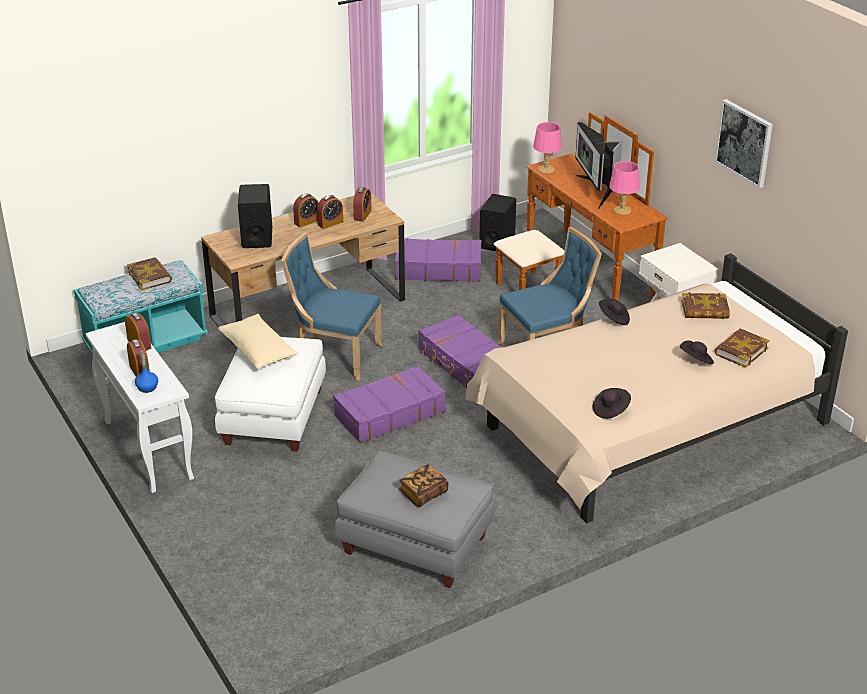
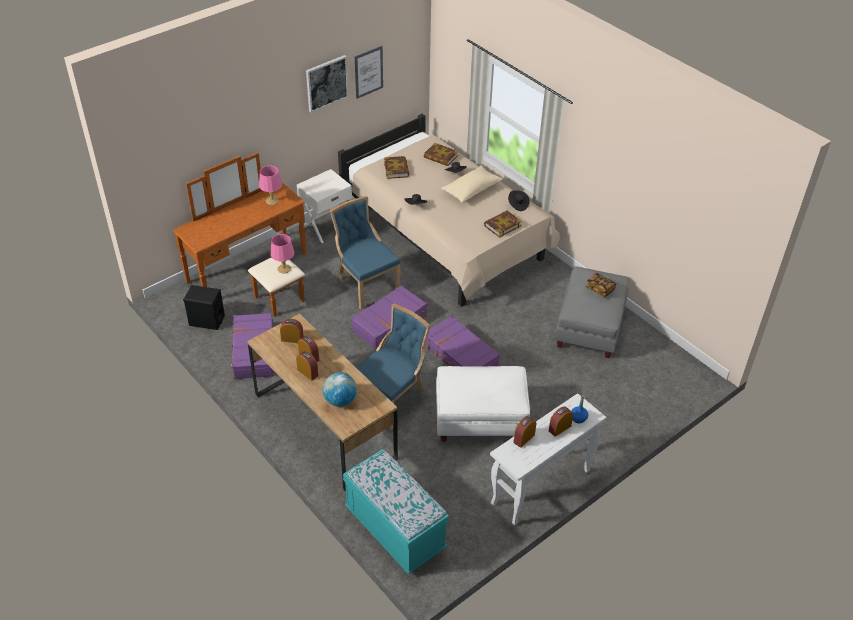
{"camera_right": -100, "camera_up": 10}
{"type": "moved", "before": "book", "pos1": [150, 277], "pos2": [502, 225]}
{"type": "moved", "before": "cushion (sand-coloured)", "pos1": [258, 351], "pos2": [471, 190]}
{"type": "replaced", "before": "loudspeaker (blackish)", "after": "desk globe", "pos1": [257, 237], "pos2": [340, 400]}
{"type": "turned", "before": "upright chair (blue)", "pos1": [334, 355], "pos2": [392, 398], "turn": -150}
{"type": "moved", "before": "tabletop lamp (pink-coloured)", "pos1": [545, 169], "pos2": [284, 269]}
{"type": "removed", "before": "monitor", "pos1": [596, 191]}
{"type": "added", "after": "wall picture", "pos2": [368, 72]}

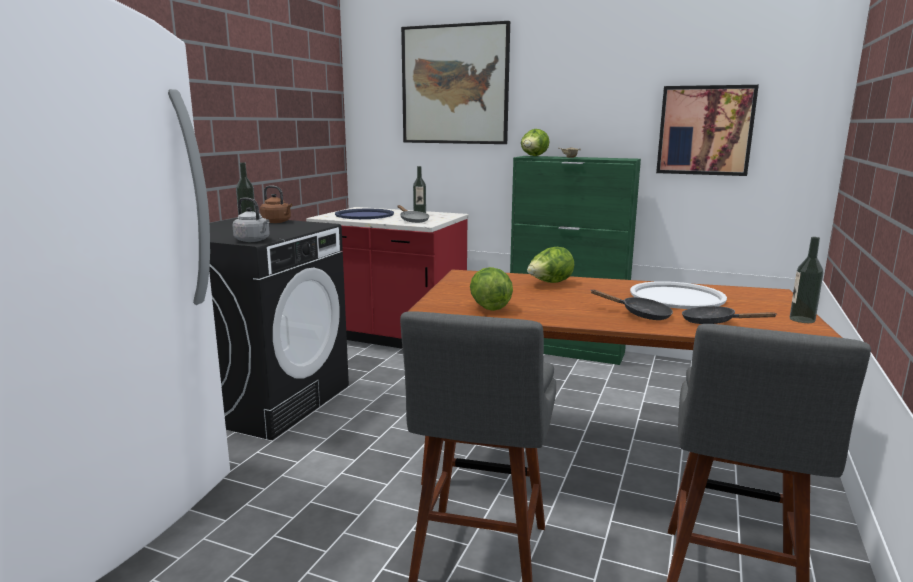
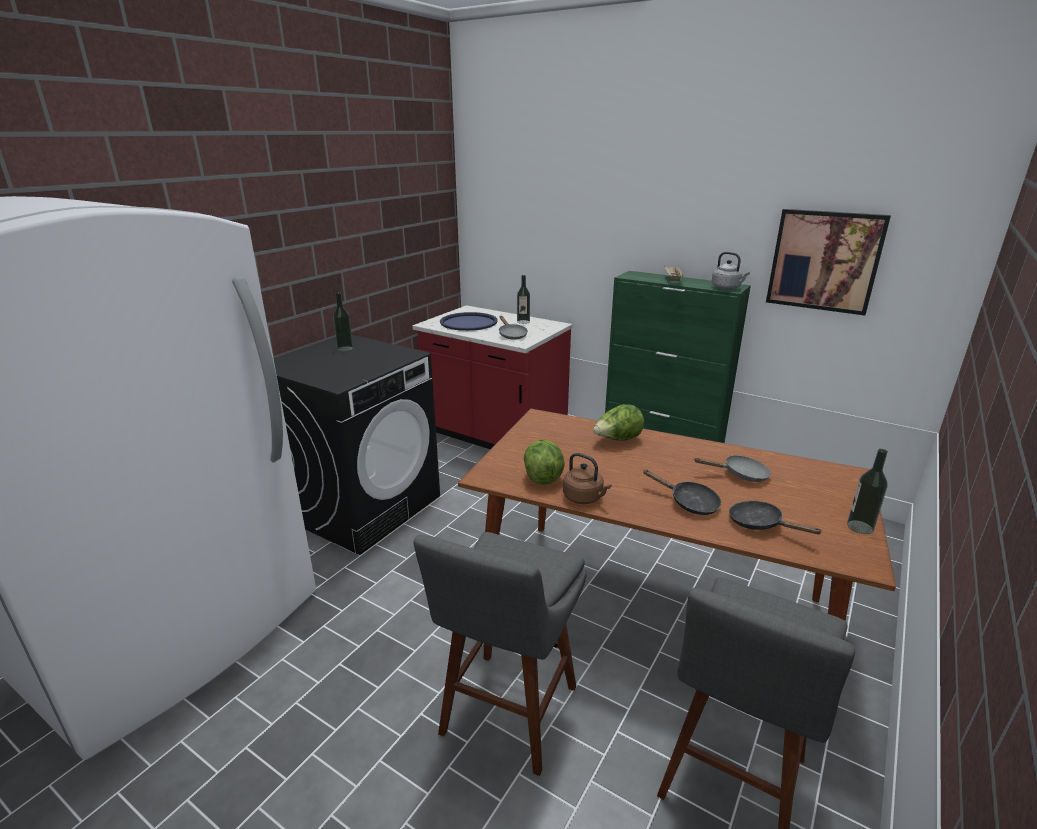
{"camera_right": 10, "camera_up": 10}
{"type": "moved", "before": "water kettle (gray)", "pos1": [253, 240], "pos2": [727, 288]}
{"type": "moved", "before": "water kettle (brown)", "pos1": [277, 222], "pos2": [584, 498]}
{"type": "removed", "before": "wall picture", "pos1": [455, 85]}
{"type": "removed", "before": "lettuce head", "pos1": [534, 156]}
{"type": "replaced", "before": "serving tray (white-coloured)", "after": "skillet (gray)", "pos1": [677, 297], "pos2": [740, 474]}

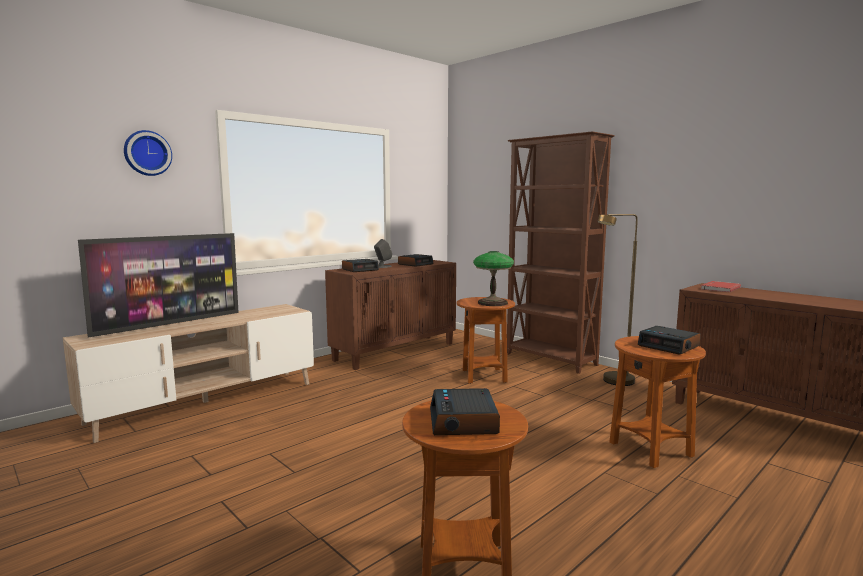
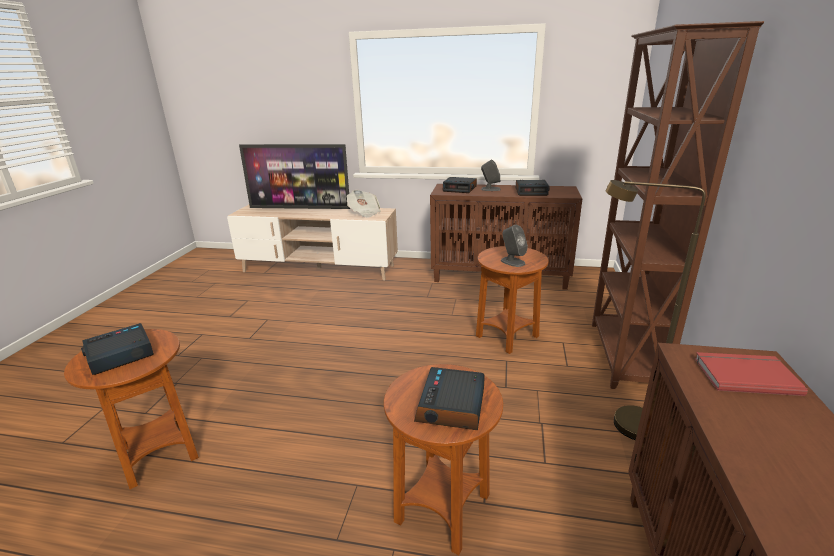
{"camera_right": 55, "camera_up": 15}
{"type": "removed", "before": "hanging clock", "pos1": [147, 153]}
{"type": "replaced", "before": "tabletop lamp", "after": "loudspeaker (gray)", "pos1": [492, 303], "pos2": [512, 262]}
{"type": "added", "after": "newspaper", "pos2": [364, 213]}

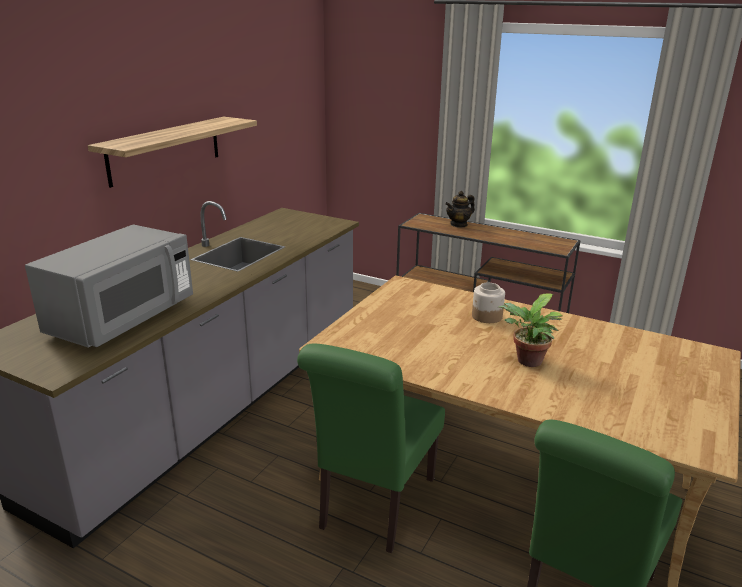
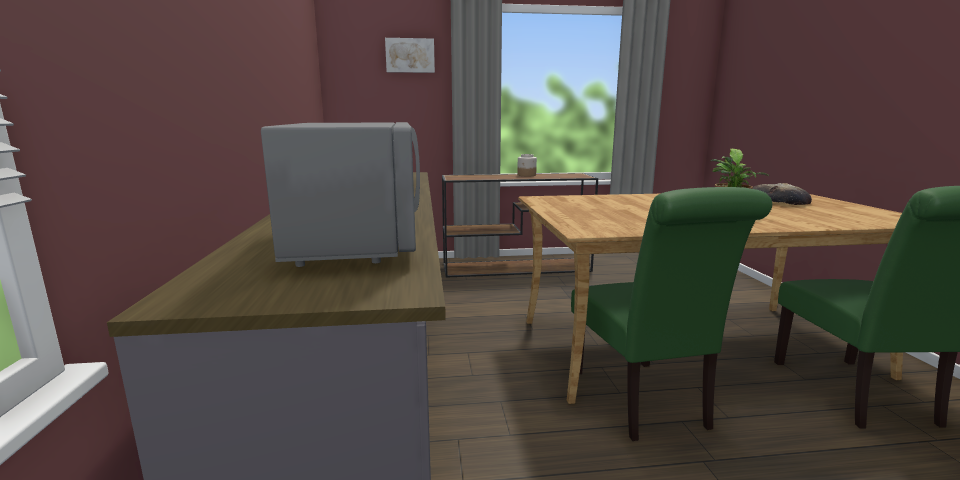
{"camera_right": -35, "camera_up": -10}
{"type": "removed", "before": "bracket shelf", "pos1": [165, 150]}
{"type": "removed", "before": "tea pot", "pos1": [459, 224]}
{"type": "moved", "before": "preserve jar", "pos1": [486, 316], "pos2": [526, 175]}
{"type": "added", "after": "wall picture", "pos2": [410, 55]}
{"type": "added", "after": "bakery bread", "pos2": [776, 201]}

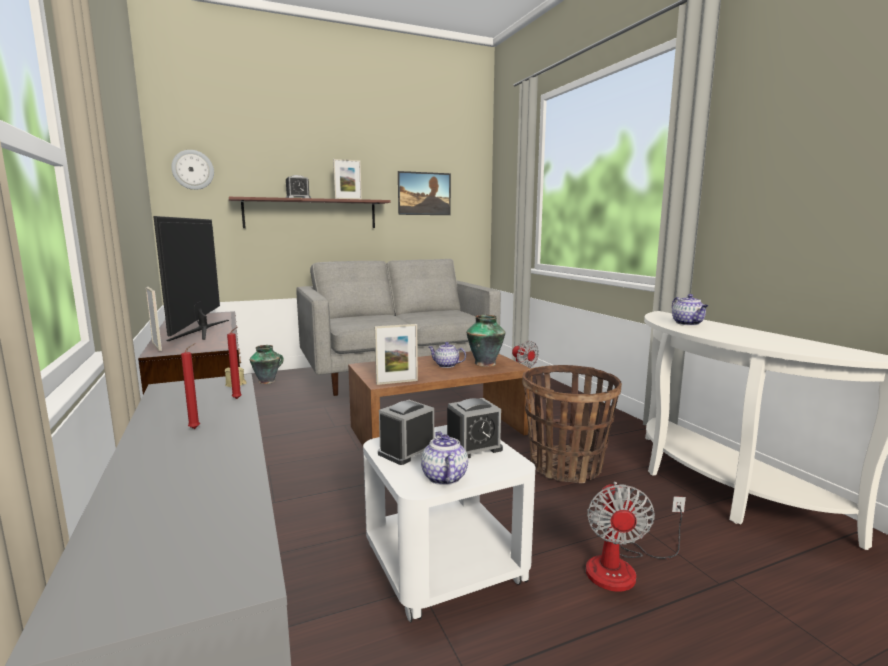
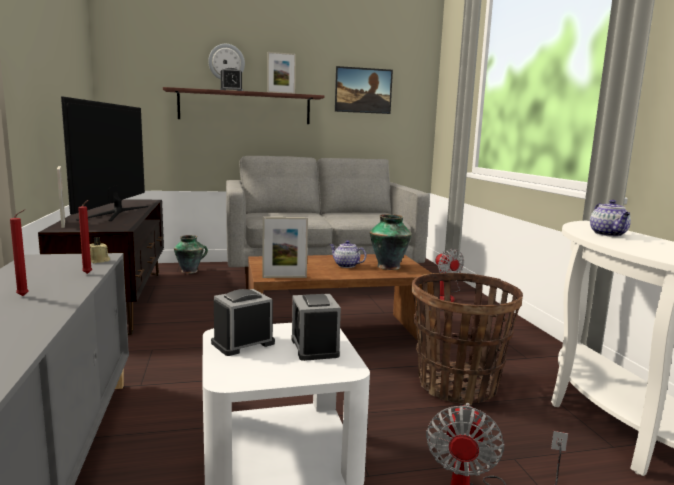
{"camera_right": 10, "camera_up": 0}
{"type": "moved", "before": "hanging clock", "pos1": [193, 170], "pos2": [226, 62]}
{"type": "removed", "before": "tea pot", "pos1": [443, 477]}
{"type": "turned", "before": "table clock", "pos1": [473, 448], "pos2": [314, 347], "turn": 90}

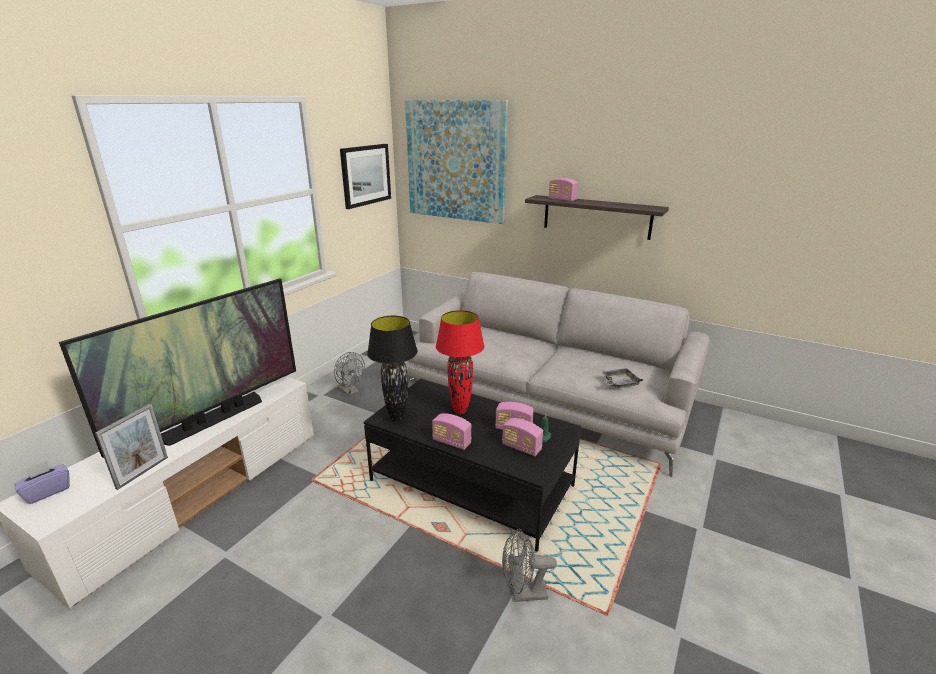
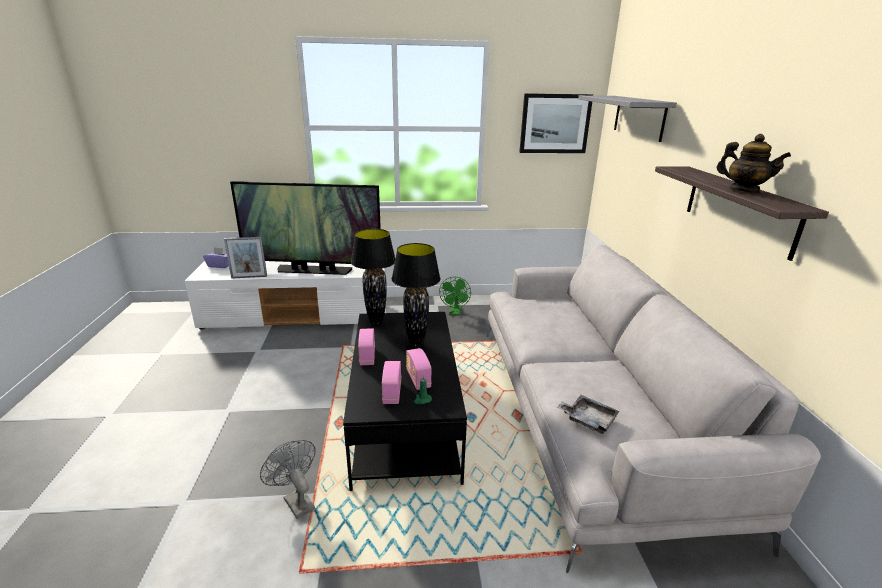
{"camera_right": 55, "camera_up": 0}
{"type": "recoloured", "before": "fan (gray)", "after": "fan (green)", "pos1": [350, 391], "pos2": [455, 313]}
{"type": "replaced", "before": "wall picture", "after": "bracket shelf (gray)", "pos1": [456, 161], "pos2": [639, 117]}
{"type": "recoloured", "before": "tabletop lamp (red-coloured)", "after": "tabletop lamp (blackish)", "pos1": [460, 411], "pos2": [416, 345]}
{"type": "removed", "before": "radio receiver", "pos1": [562, 199]}
{"type": "added", "after": "tea pot", "pos2": [744, 190]}

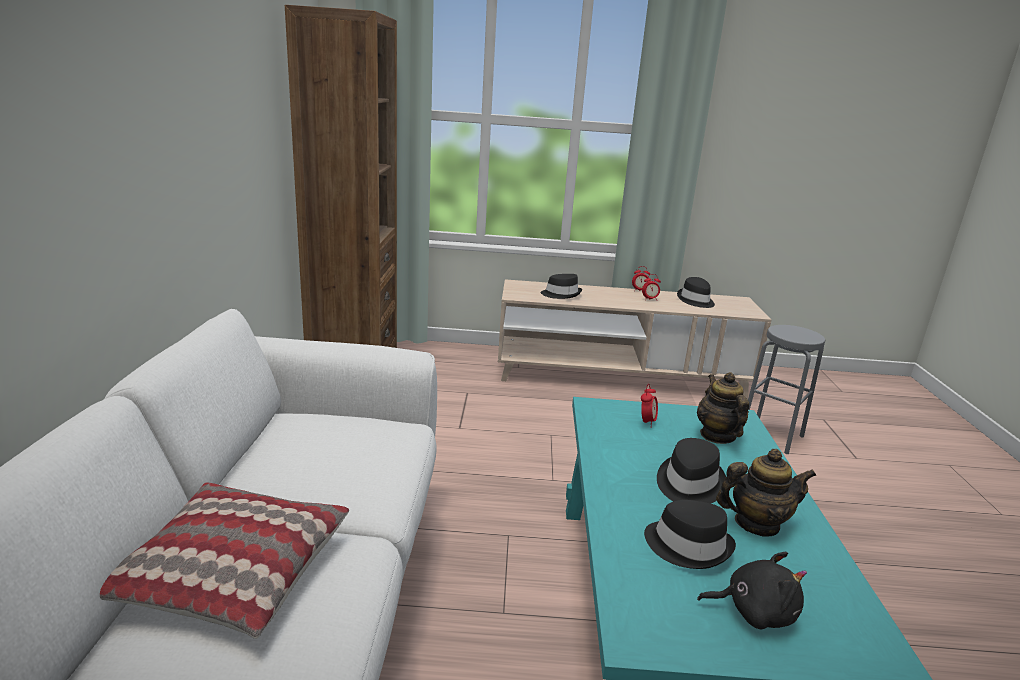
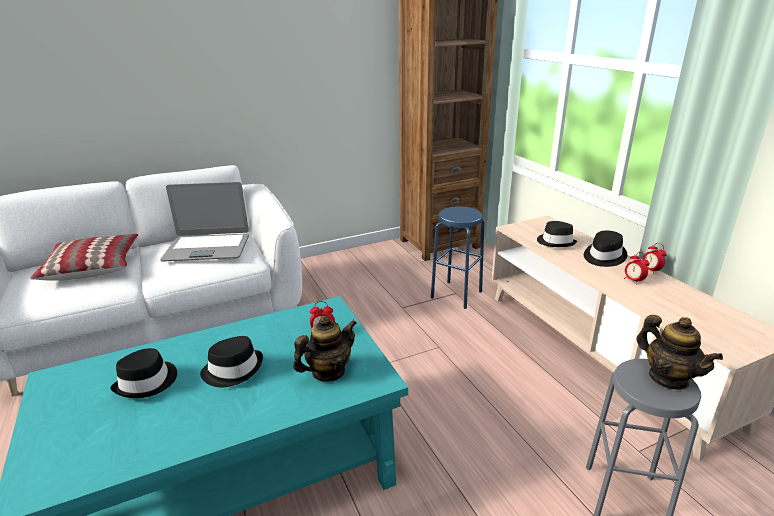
{"camera_right": 65, "camera_up": 5}
{"type": "moved", "before": "hat (blackish)", "pos1": [695, 301], "pos2": [603, 256]}
{"type": "removed", "before": "soft toy (blackish)", "pos1": [754, 611]}
{"type": "moved", "before": "tea pot", "pos1": [756, 524], "pos2": [668, 378]}
{"type": "added", "after": "laptop", "pos2": [207, 248]}
{"type": "added", "after": "sitting stool (blue)", "pos2": [456, 294]}

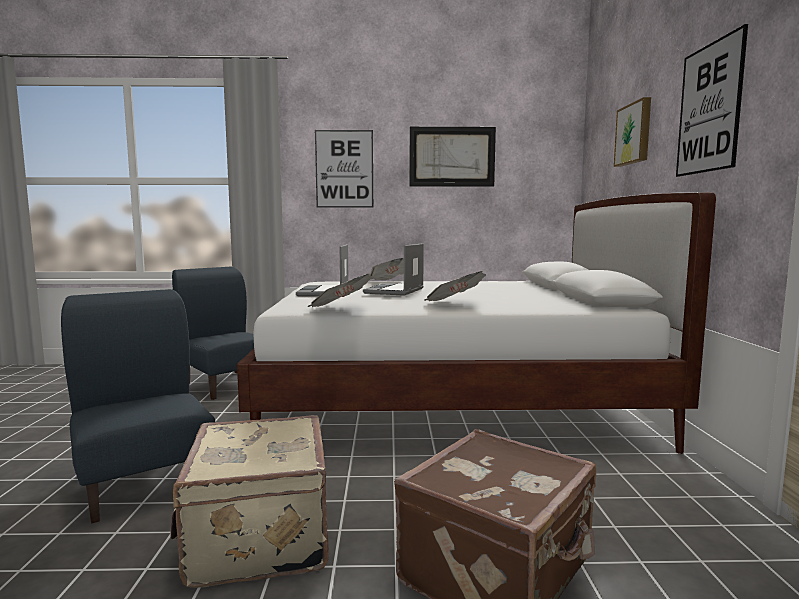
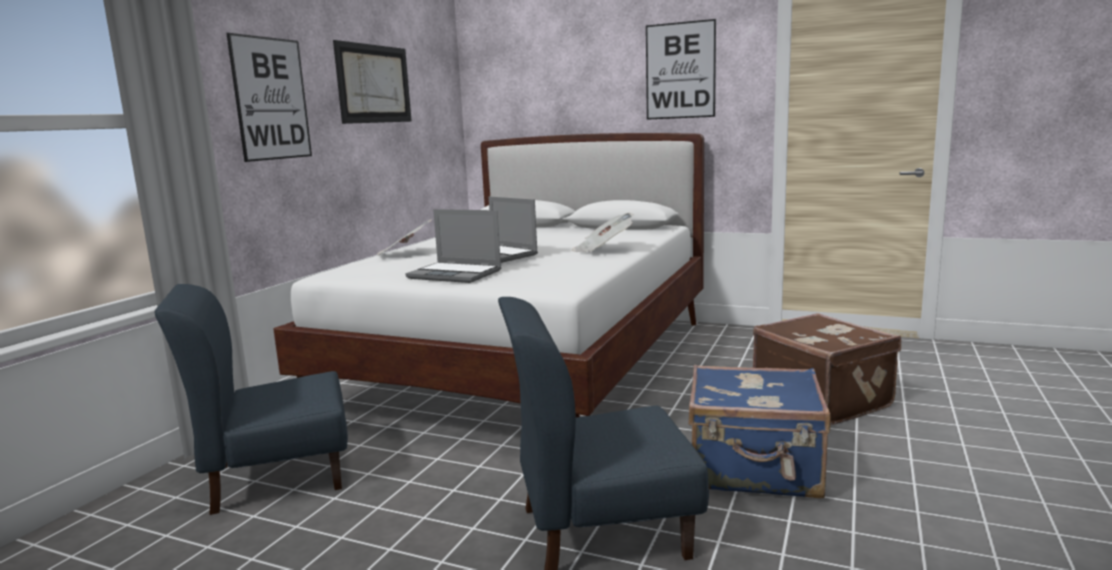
{"camera_right": -65, "camera_up": 5}
{"type": "recoloured", "before": "suitcase (sand-coloured)", "after": "suitcase (blue)", "pos1": [257, 538], "pos2": [754, 470]}
{"type": "removed", "before": "newspaper", "pos1": [340, 309]}
{"type": "removed", "before": "wall picture", "pos1": [634, 134]}

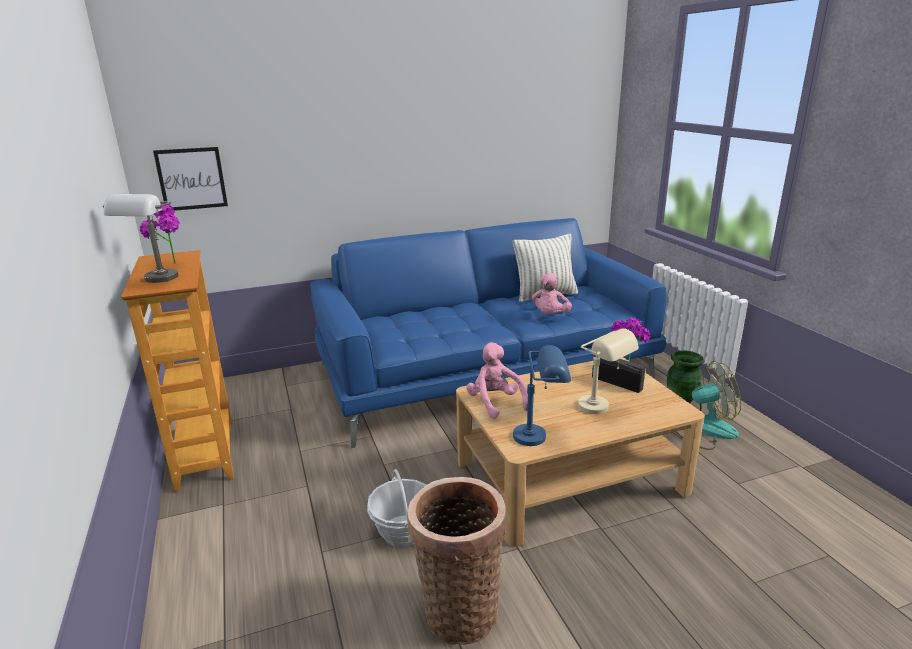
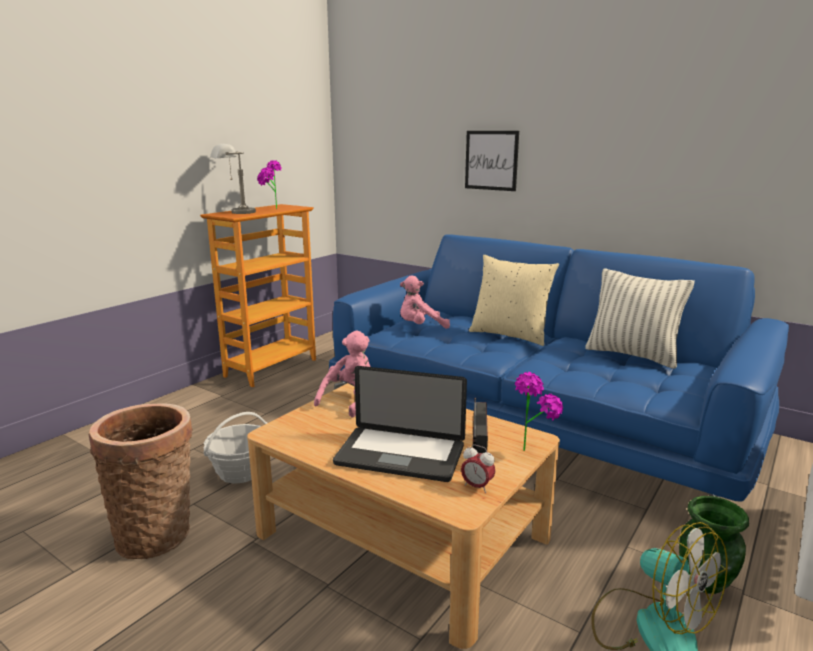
{"camera_right": 55, "camera_up": -5}
{"type": "moved", "before": "wall picture", "pos1": [191, 179], "pos2": [491, 160]}
{"type": "removed", "before": "tabletop lamp (blue)", "pos1": [541, 436]}
{"type": "moved", "before": "soft toy (pink-coloured)", "pos1": [550, 316], "pos2": [420, 327]}
{"type": "replaced", "before": "tabletop lamp (sand-coloured)", "after": "laptop", "pos1": [602, 410], "pos2": [400, 455]}
{"type": "added", "after": "table clock", "pos2": [477, 487]}
{"type": "added", "after": "cushion (sand-coloured)", "pos2": [510, 335]}

